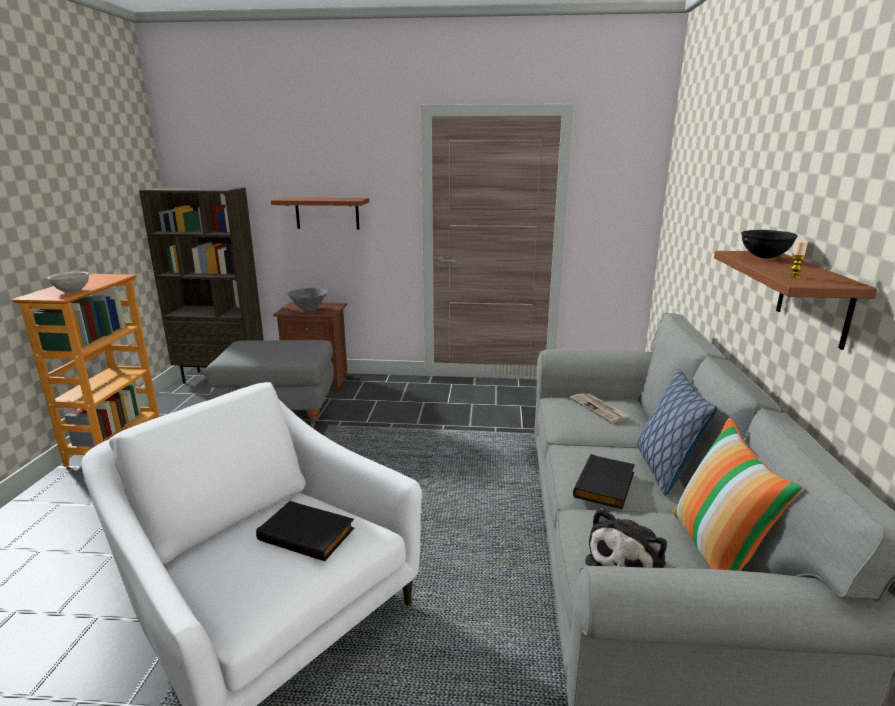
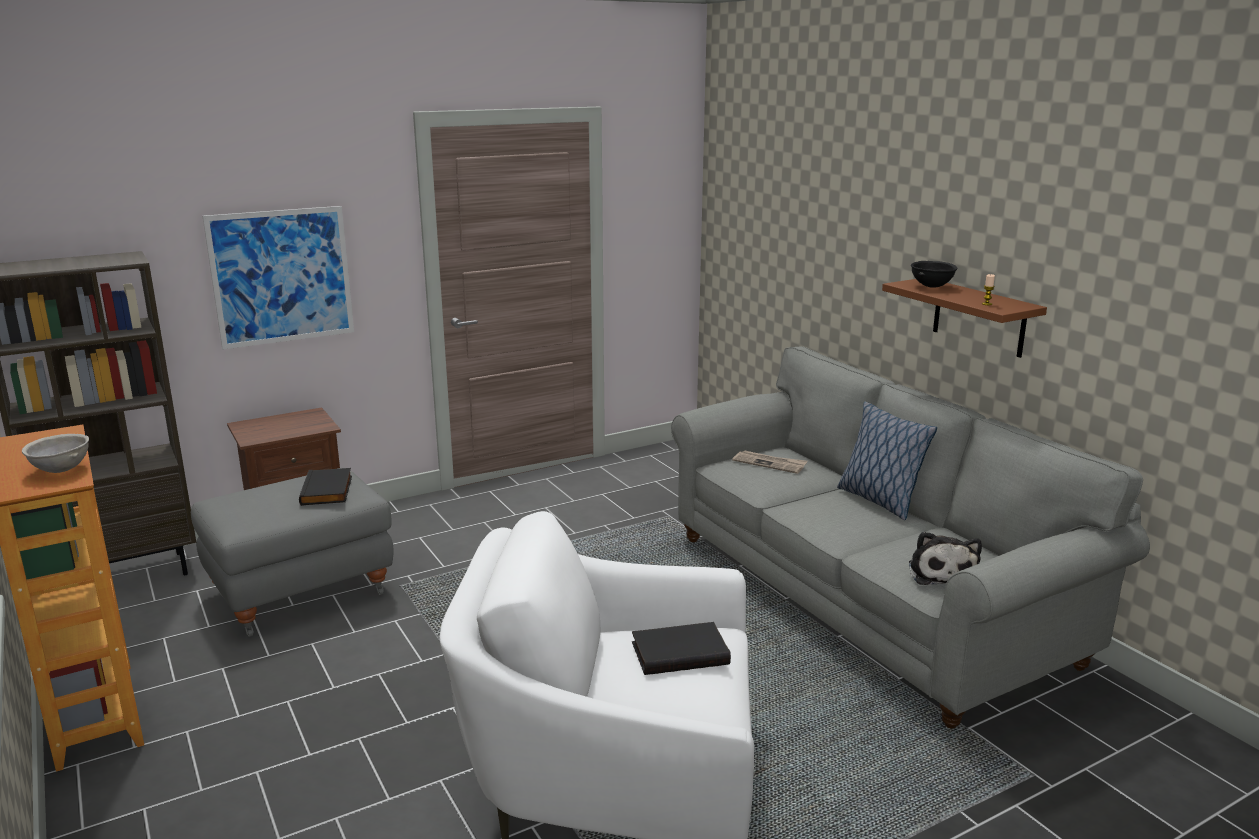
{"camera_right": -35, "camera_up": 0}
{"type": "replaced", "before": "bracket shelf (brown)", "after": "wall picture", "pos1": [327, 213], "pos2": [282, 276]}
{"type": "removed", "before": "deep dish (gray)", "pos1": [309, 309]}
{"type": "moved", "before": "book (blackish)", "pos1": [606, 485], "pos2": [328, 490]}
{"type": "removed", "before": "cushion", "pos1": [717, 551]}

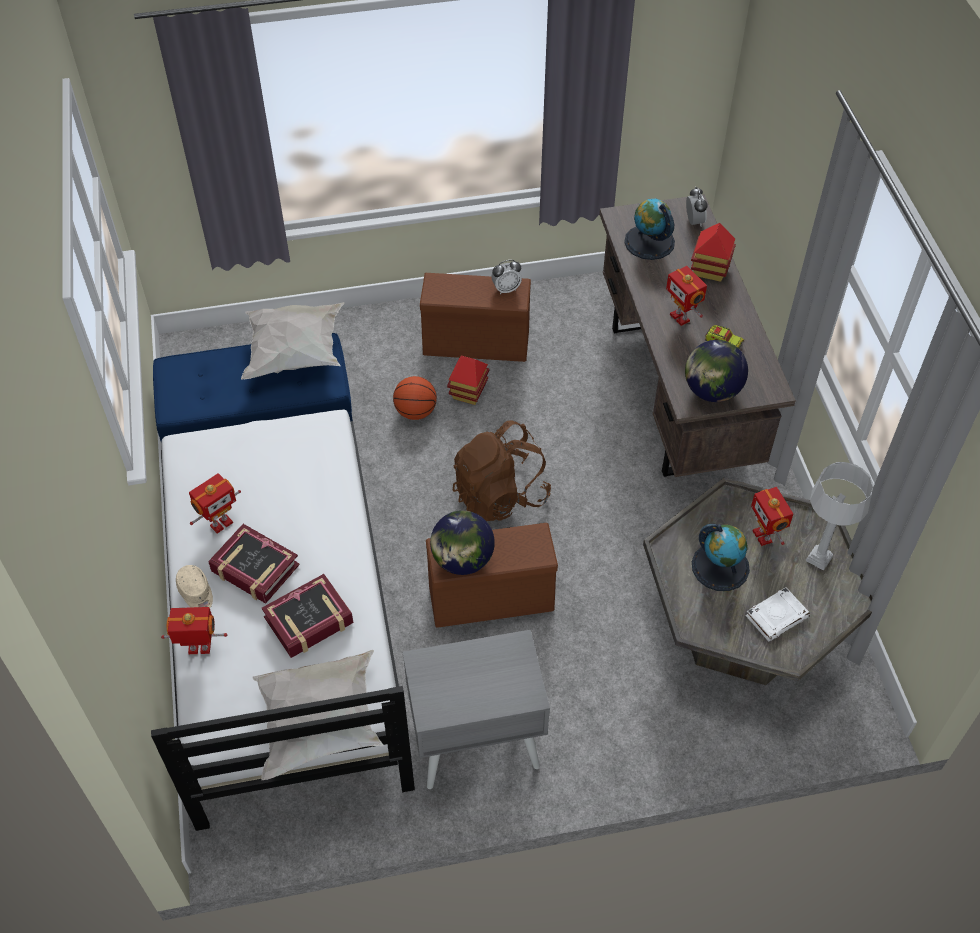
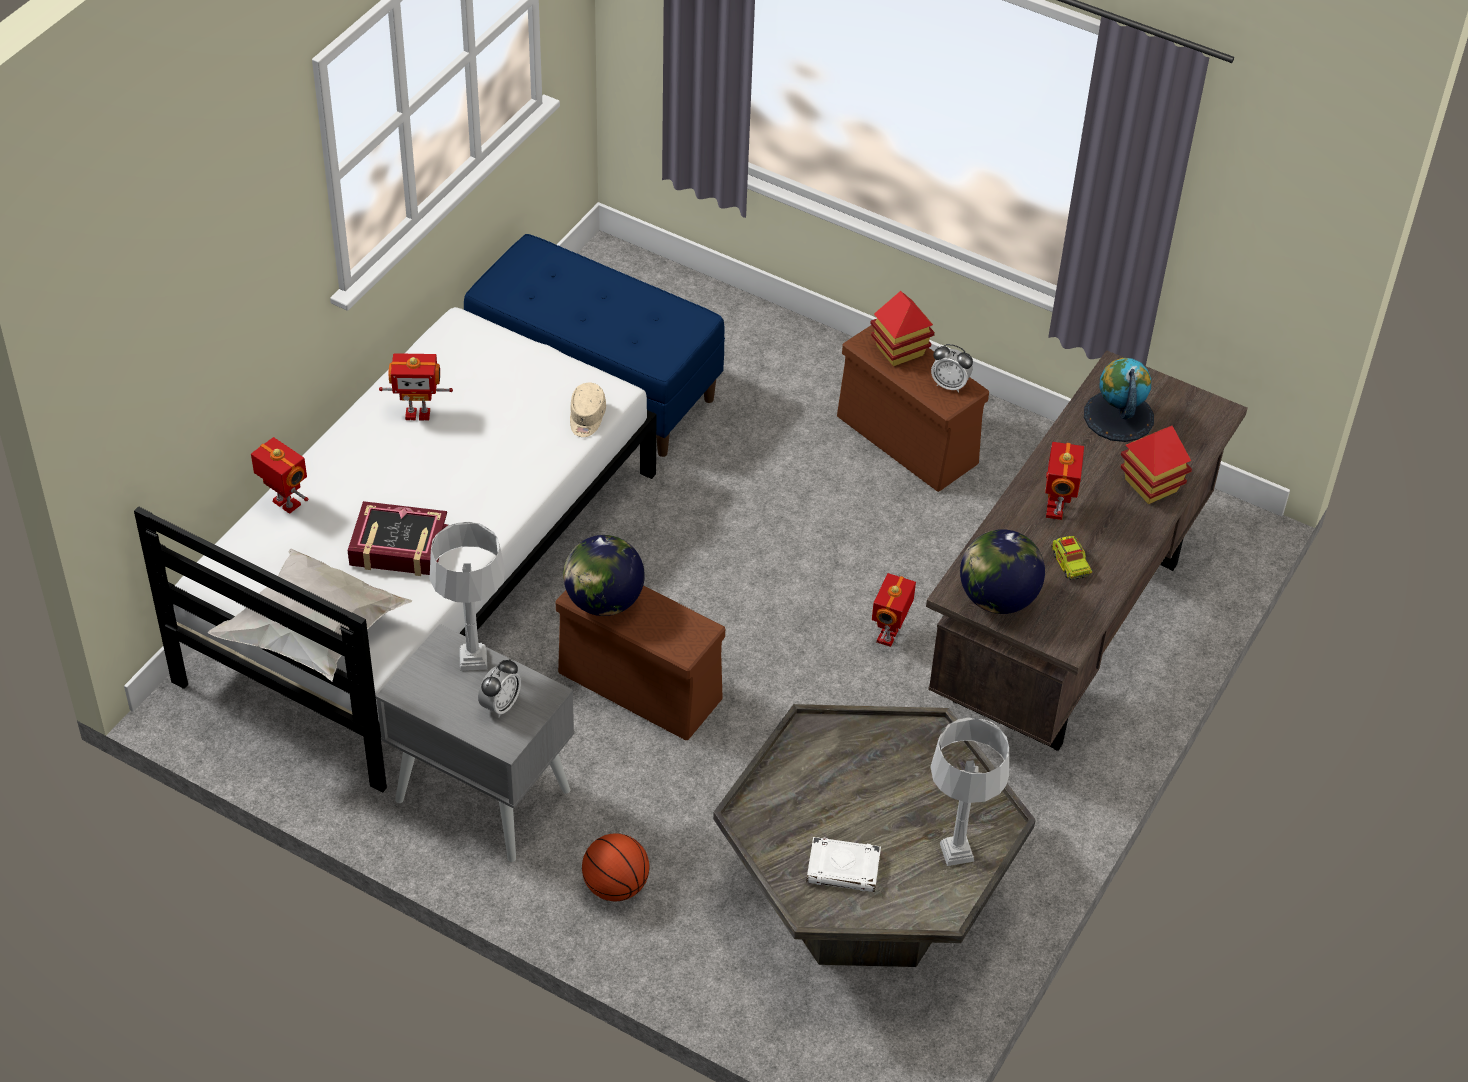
{"camera_right": 40, "camera_up": -5}
{"type": "moved", "before": "cap (sand-coloured)", "pos1": [196, 593], "pos2": [586, 418]}
{"type": "removed", "before": "book", "pos1": [255, 569]}
{"type": "removed", "before": "cushion (white-coloured)", "pos1": [296, 354]}
{"type": "moved", "before": "basketball", "pos1": [415, 412], "pos2": [615, 886]}
{"type": "moved", "before": "toy house", "pos1": [468, 393], "pos2": [899, 351]}
{"type": "removed", "before": "backpack (brown)", "pos1": [500, 495]}
{"type": "moved", "before": "table clock", "pos1": [694, 221], "pos2": [500, 705]}
{"type": "removed", "before": "desk globe", "pos1": [720, 566]}
{"type": "moved", "before": "toy robot", "pos1": [763, 536], "pos2": [889, 636]}
{"type": "added", "after": "tabletop lamp (gray)", "pos2": [473, 659]}

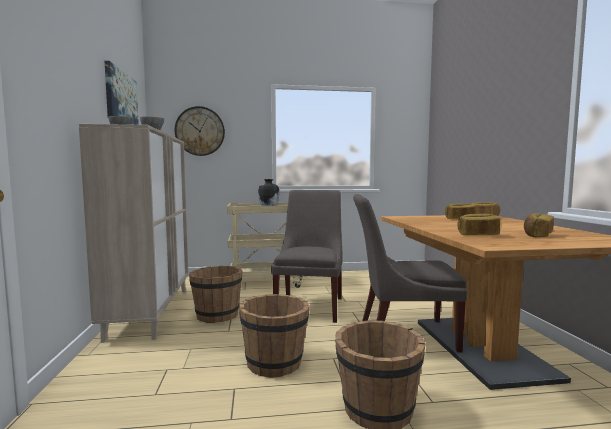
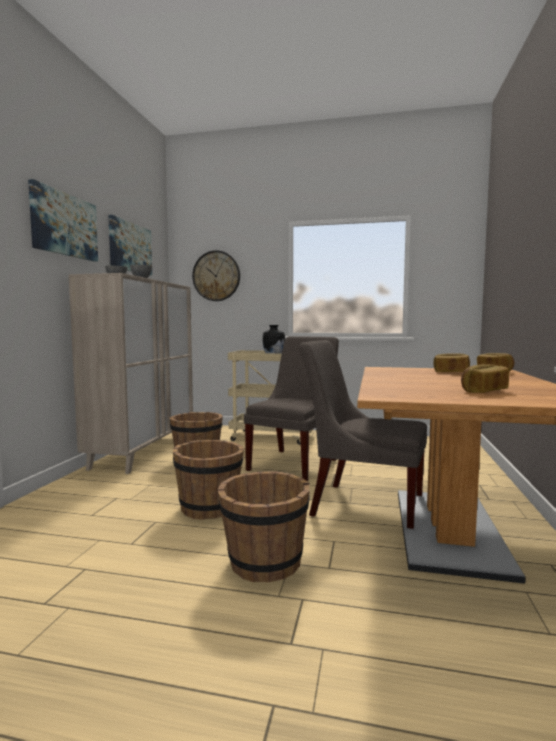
{"camera_right": 20, "camera_up": 0}
{"type": "removed", "before": "bakery bread", "pos1": [478, 235]}
{"type": "added", "after": "wall picture", "pos2": [64, 224]}

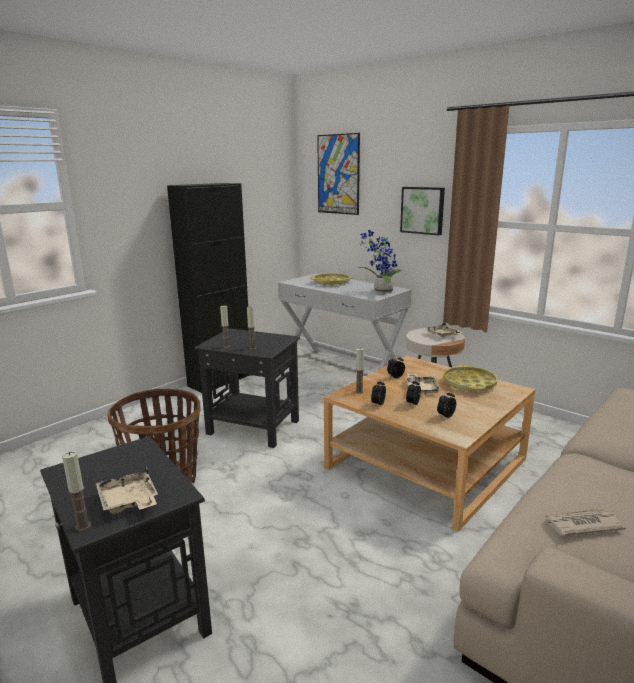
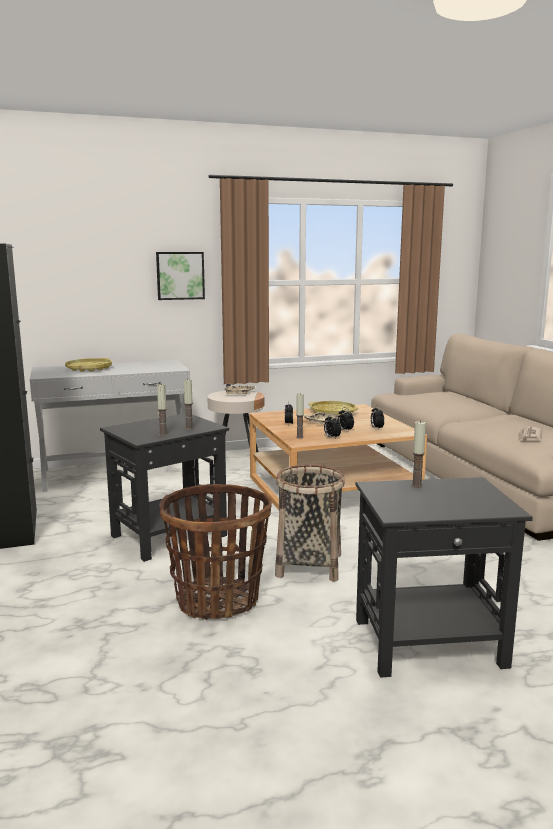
{"camera_right": -60, "camera_up": -5}
{"type": "moved", "before": "candle", "pos1": [83, 526], "pos2": [416, 485]}
{"type": "removed", "before": "serving tray (sand-coloured)", "pos1": [129, 501]}
{"type": "removed", "before": "wall picture", "pos1": [338, 174]}
{"type": "removed", "before": "potted plant", "pos1": [381, 292]}
{"type": "added", "after": "household basket", "pos2": [309, 565]}

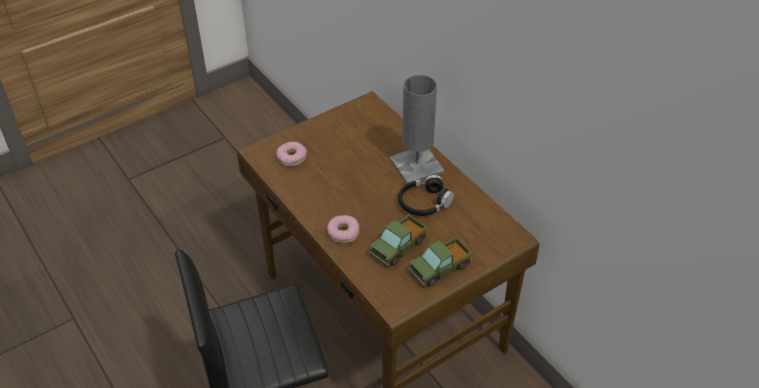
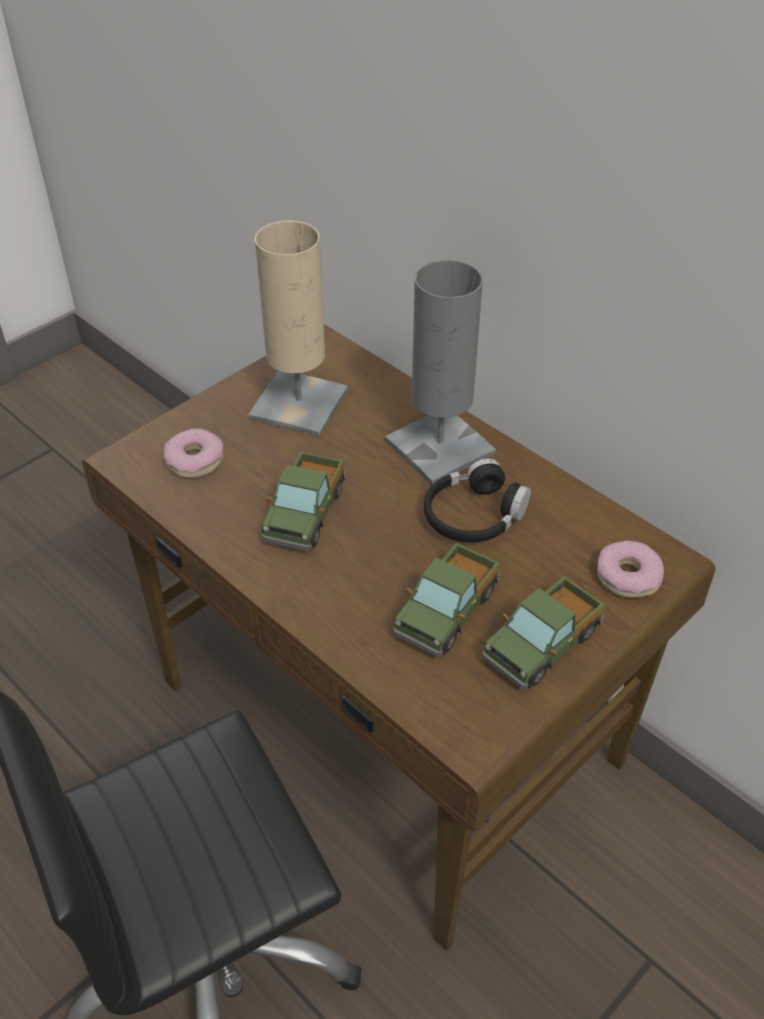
{"camera_right": -10, "camera_up": 0}
{"type": "moved", "before": "donut", "pos1": [343, 233], "pos2": [628, 576]}
{"type": "added", "after": "tabletop lamp (sand-coloured)", "pos2": [299, 404]}
{"type": "added", "after": "toy lorry", "pos2": [305, 514]}

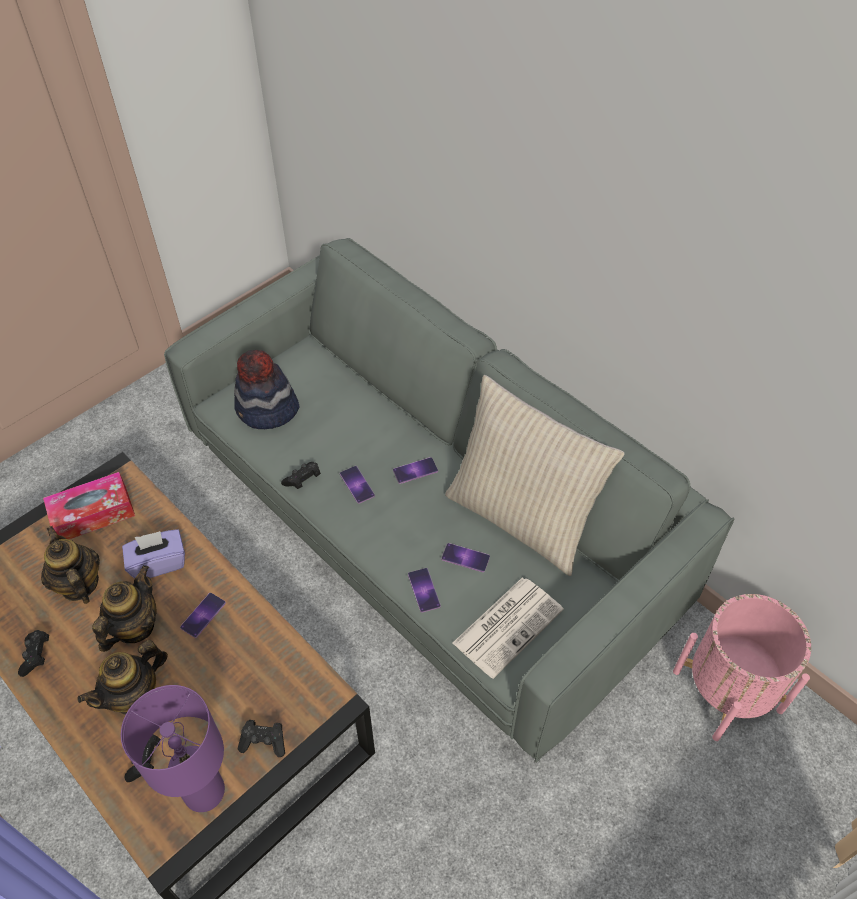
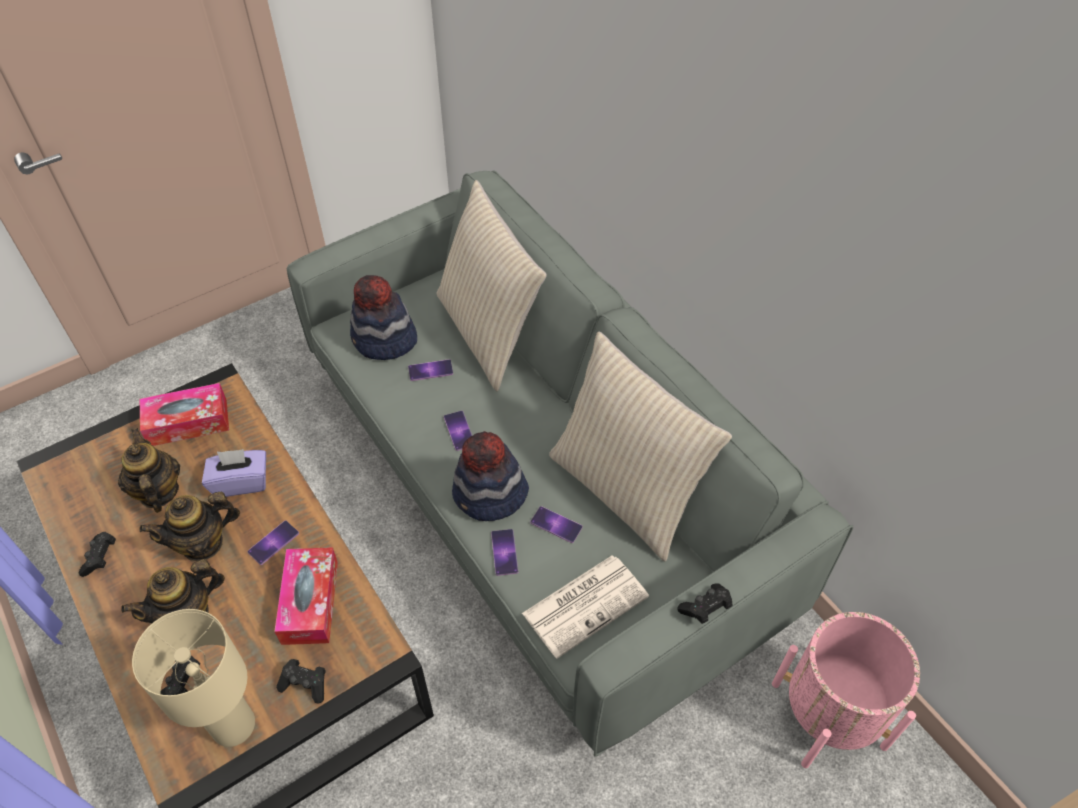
{"camera_right": 10, "camera_up": 0}
{"type": "turned", "before": "tea pot", "pos1": [134, 626], "pos2": [202, 543], "turn": -150}
{"type": "recoloured", "before": "tabletop lamp (purple)", "after": "tabletop lamp (sand-coloured)", "pos1": [204, 793], "pos2": [233, 727]}
{"type": "moved", "before": "gamepad (blackish)", "pos1": [303, 480], "pos2": [705, 608]}
{"type": "moved", "before": "phone", "pos1": [415, 470], "pos2": [430, 370]}
{"type": "added", "after": "tissue holder", "pos2": [310, 602]}
{"type": "added", "after": "cushion (sand-coloured)", "pos2": [489, 333]}
{"type": "added", "after": "hat", "pos2": [490, 495]}

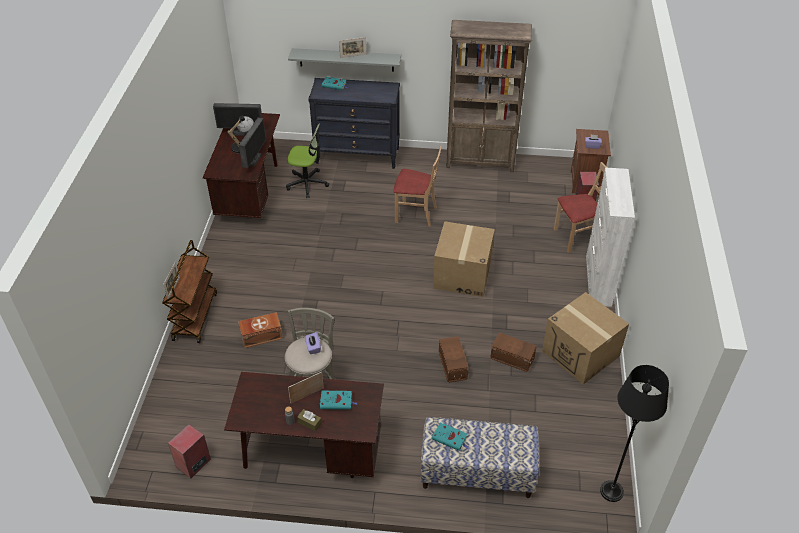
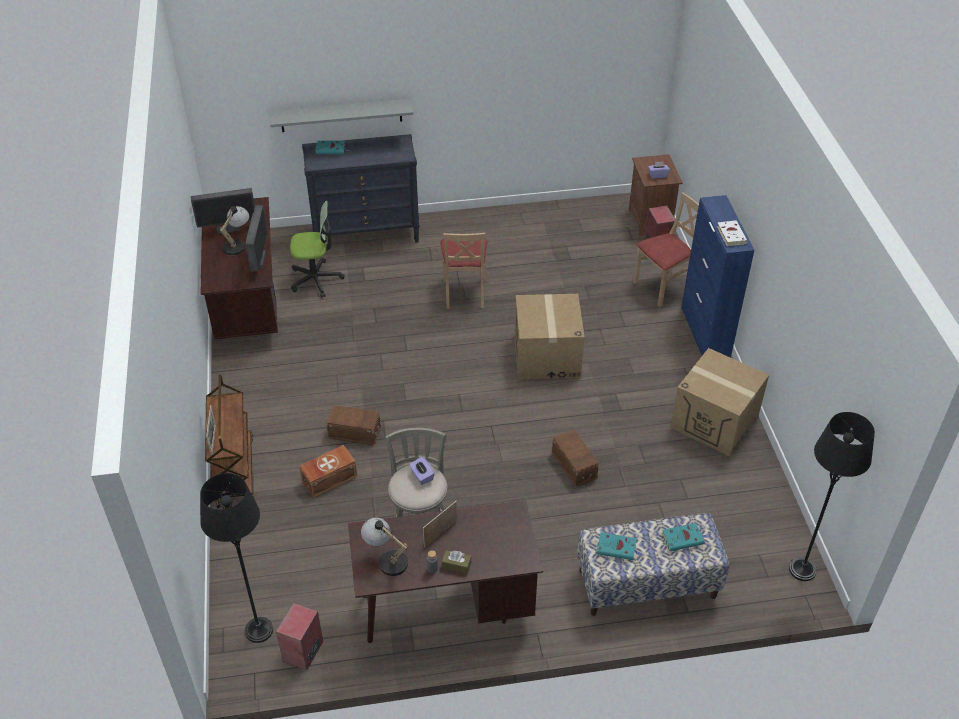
{"camera_right": -15, "camera_up": 0}
{"type": "moved", "before": "book (turquoise)", "pos1": [337, 401], "pos2": [683, 538]}
{"type": "removed", "before": "photo frame", "pos1": [353, 56]}
{"type": "turned", "before": "upright chair (sand-coloured)", "pos1": [416, 214], "pos2": [464, 293], "turn": 90}
{"type": "removed", "before": "bookcase (brown)", "pos1": [480, 162]}
{"type": "moved", "before": "storage bin (brown)", "pos1": [512, 359], "pos2": [355, 433]}
{"type": "recoloured", "before": "cabinet (white-coloured)", "after": "cabinet (blue)", "pos1": [598, 281], "pos2": [705, 333]}
{"type": "added", "after": "floor lamp (blackish)", "pos2": [259, 630]}
{"type": "added", "after": "tabletop lamp", "pos2": [387, 559]}
{"type": "added", "after": "book (white-coloured)", "pos2": [730, 234]}

